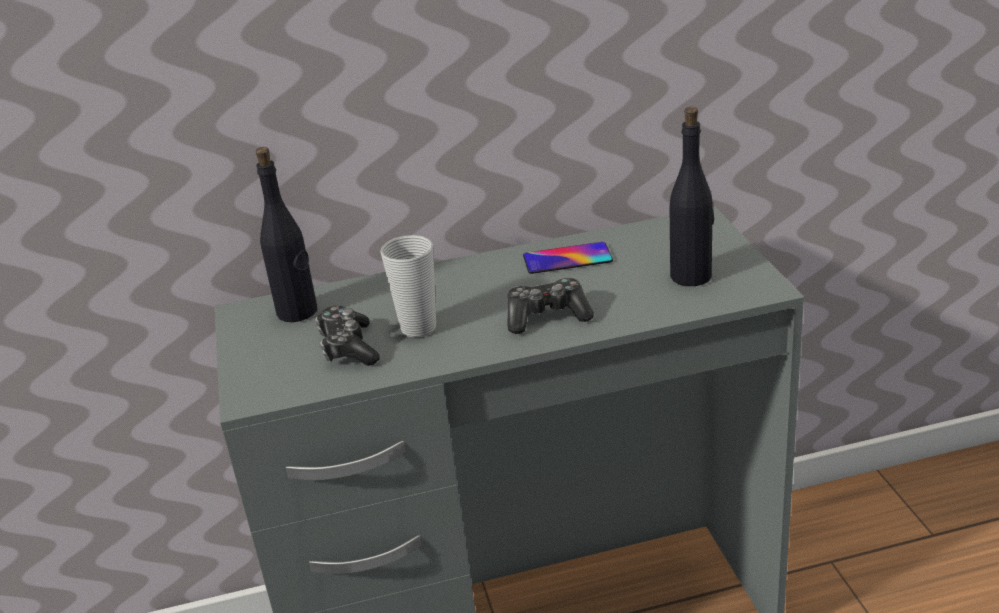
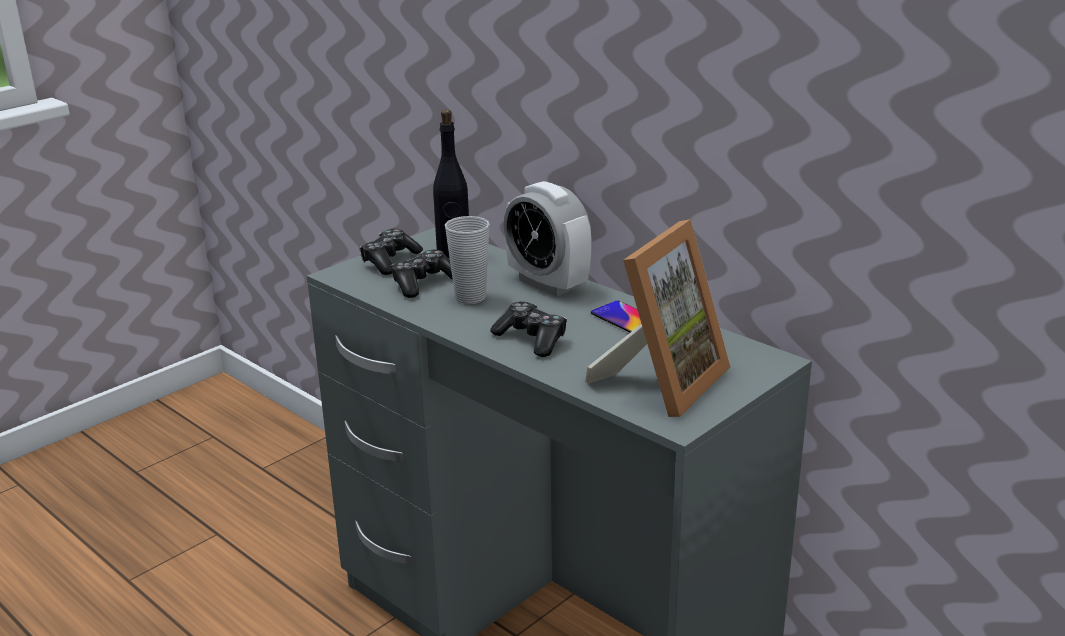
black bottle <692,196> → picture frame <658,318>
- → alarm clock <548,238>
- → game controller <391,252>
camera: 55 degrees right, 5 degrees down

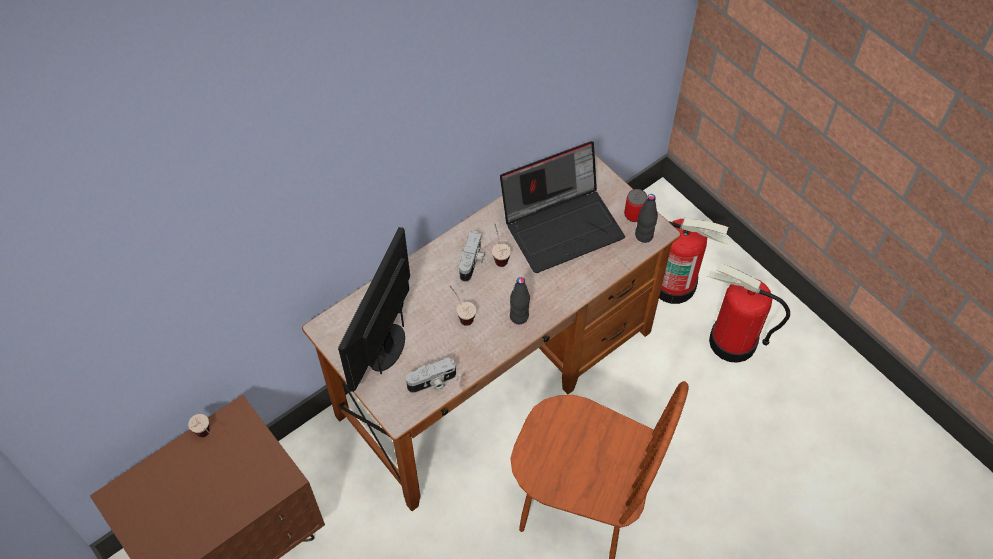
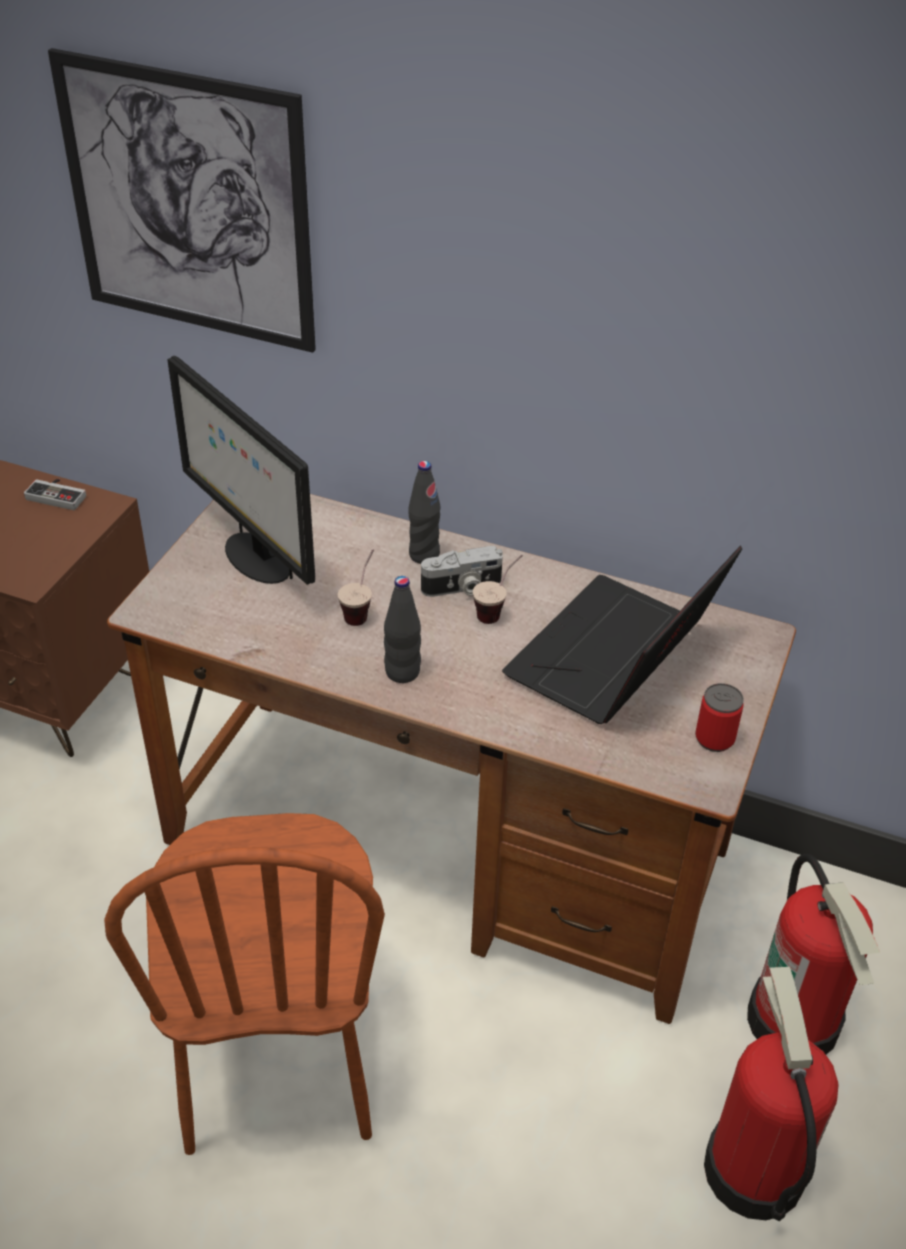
laptop <562,207> → laptop <622,634>, 90 degrees clockwise
black bottle <646,218> → black bottle <424,512>, shifted
monitor <374,309> → monitor <241,470>, 120 degrees counterclockwise
photo camera <431,375> → -
cup <200,425> → game controller <55,494>
- → picture <182,200>
camera: 60 degrees right, 15 degrees down

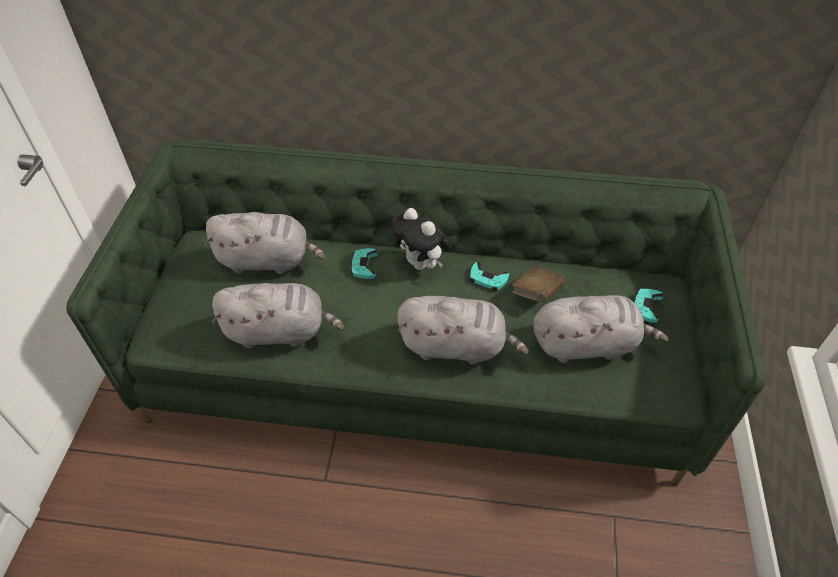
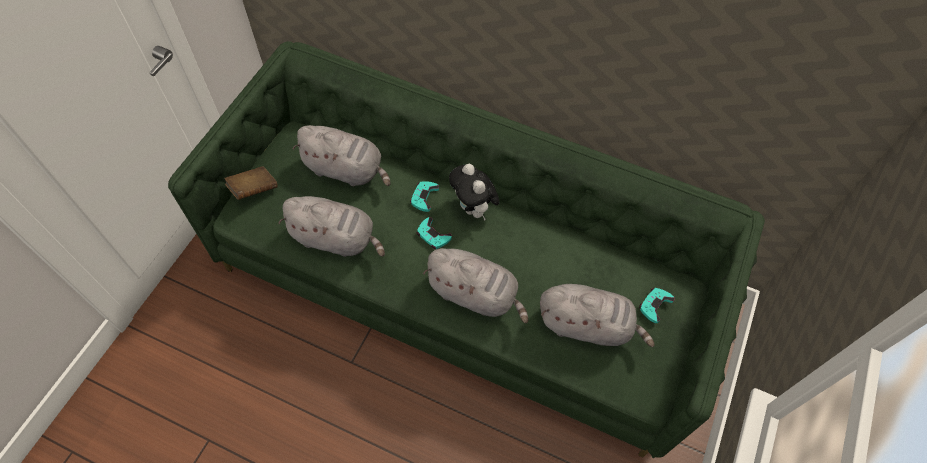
turquoise game controller <489,276> → turquoise game controller <434,233>, shifted
brown book <539,284> → brown book <251,183>, shifted
camera: 15 degrees right, 10 degrees up

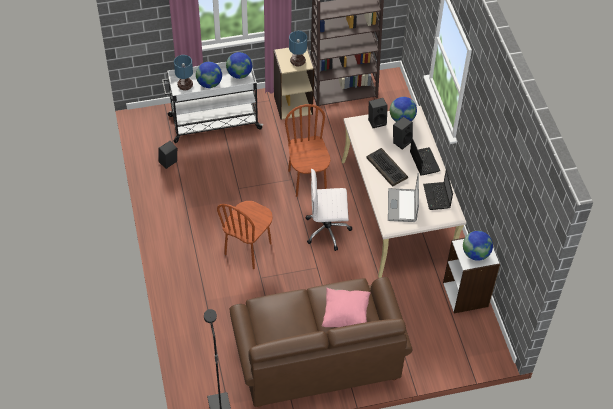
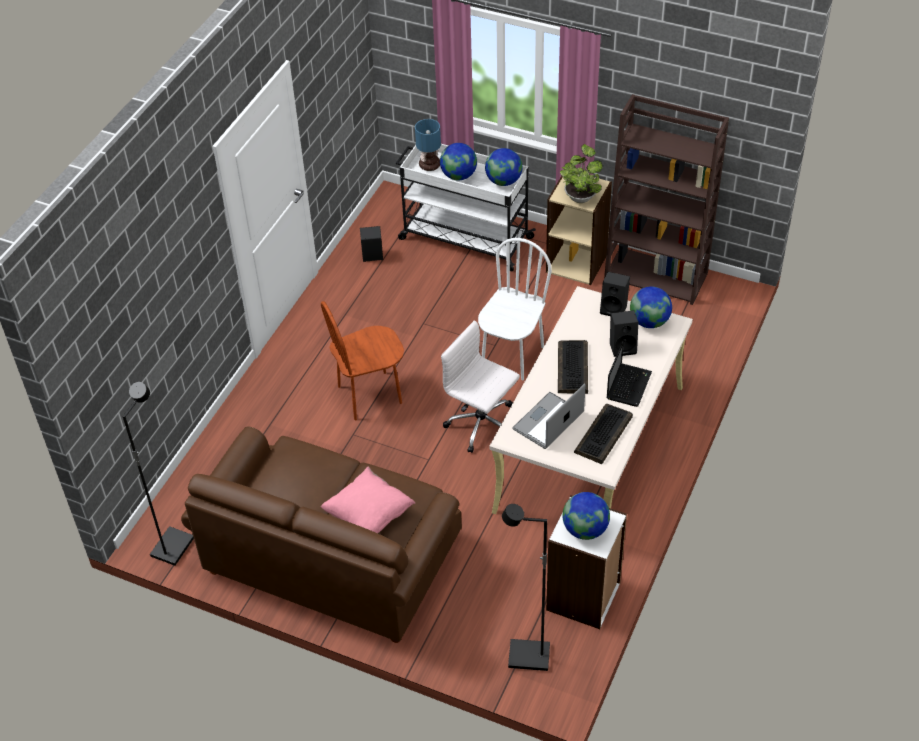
table lamp <298,48> → potted plant <581,173>
brown chair <308,150> → white chair <515,309>
laptop <438,189> → keyboard <603,434>
- → black floor lamp <526,587>
camera: 40 degrees right, 5 degrees down

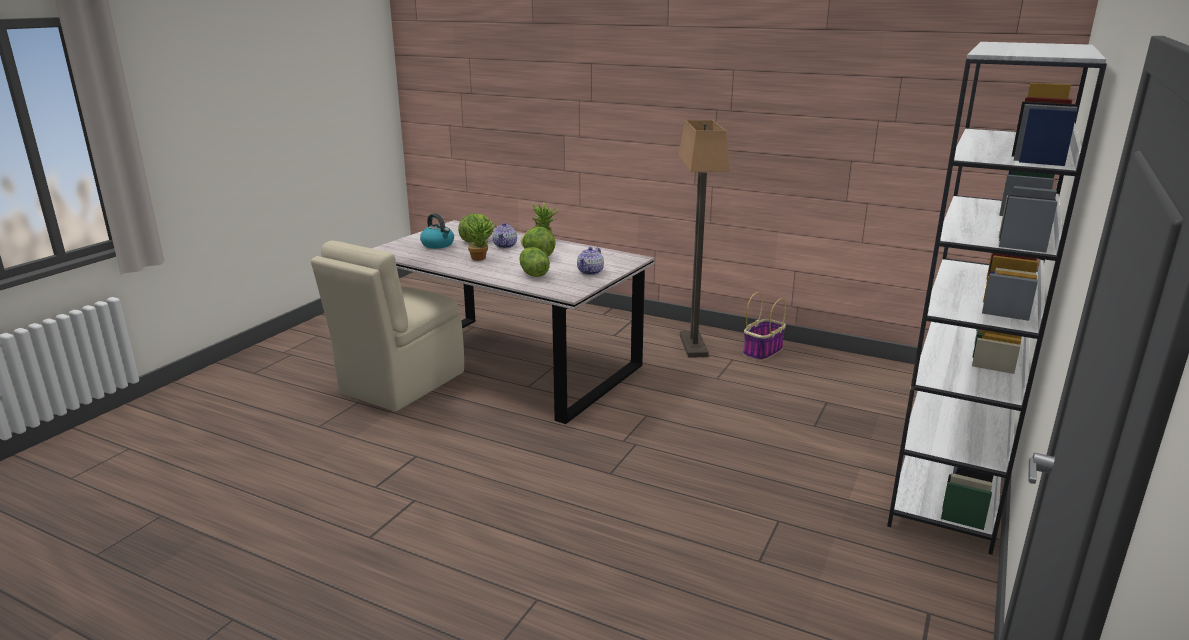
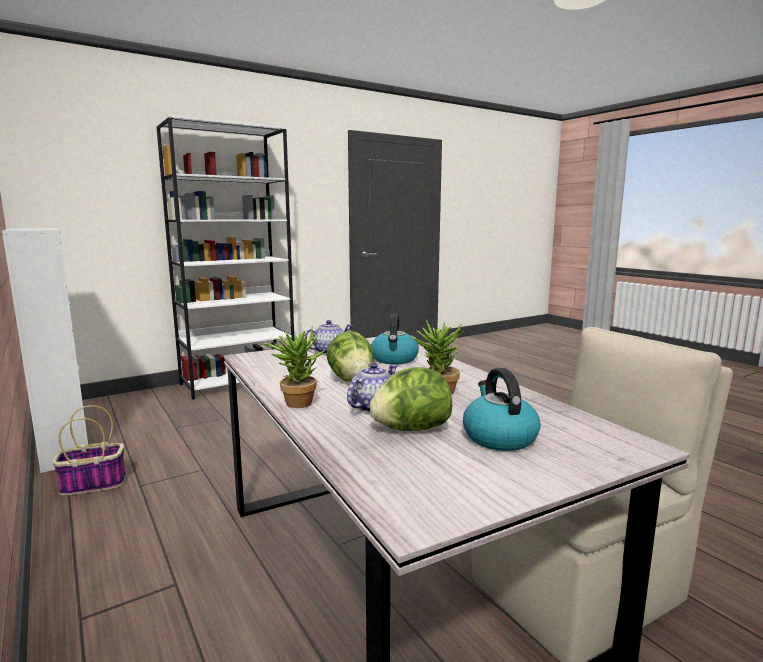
floor lamp <704,239> → -
lettuce <534,262> → kettle <395,339>
- → white cabinet <45,350>
camera: 150 degrees left, 10 degrees down

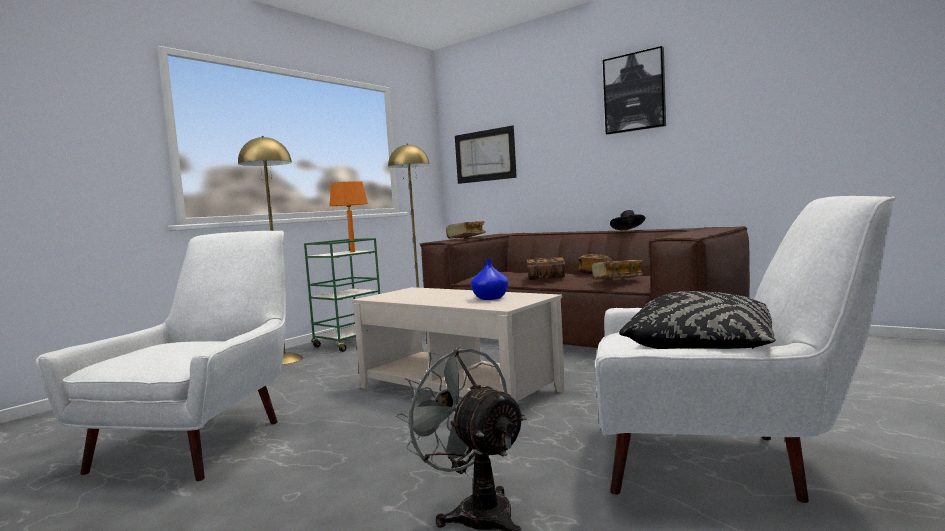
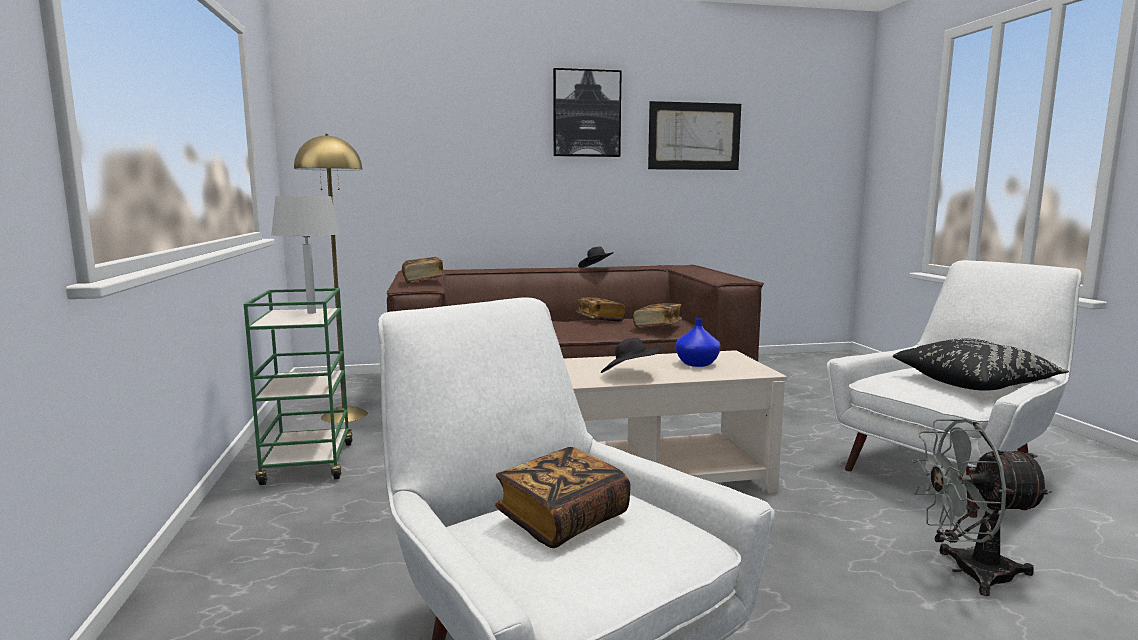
picture <486,155> → picture <694,135>, shifted
yellow floor lamp <270,250> → -
orange table lamp <348,216> → grey table lamp <305,255>
book <546,268> → book <563,497>, shifted
- → black hat <631,355>
camera: 50 degrees left, 5 degrees up

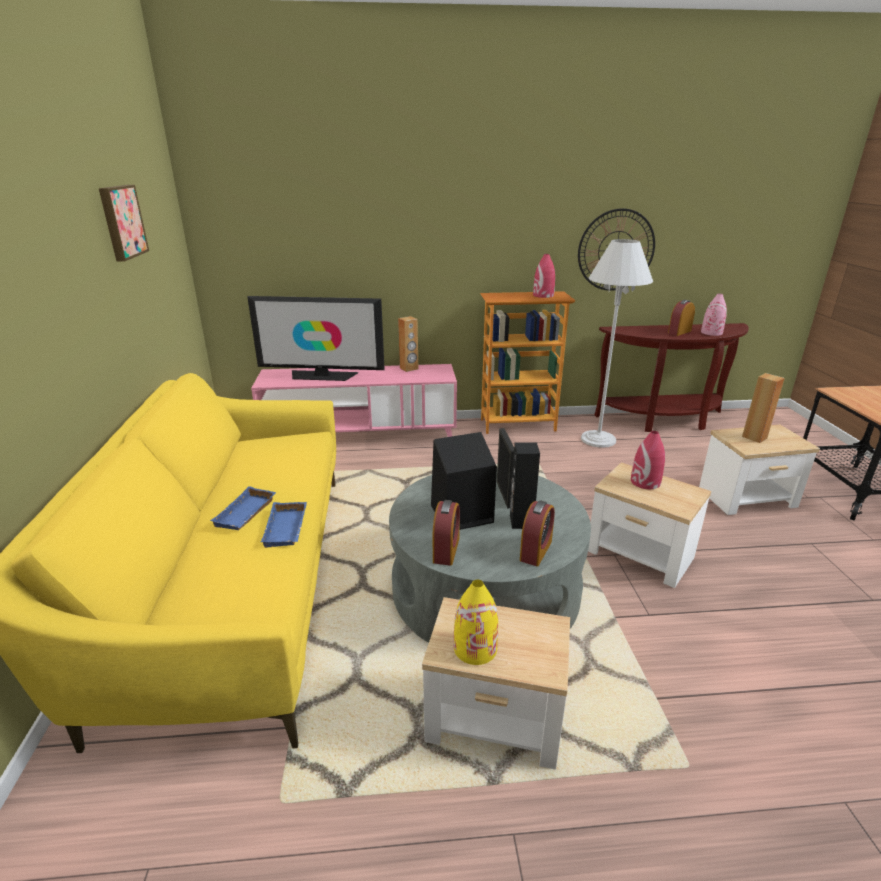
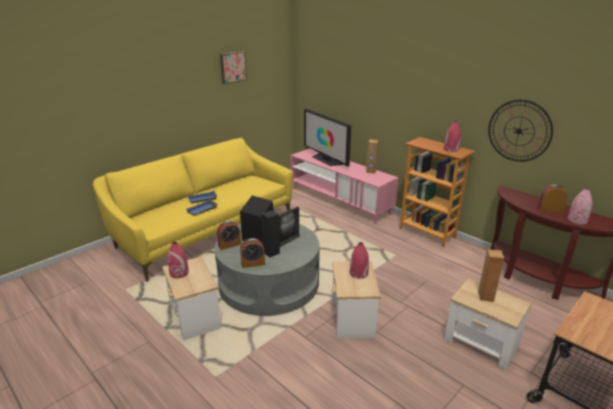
white floor lamp <617,343> → -
yellow vase <476,622> → red vase <178,260>
camera: 50 degrees right, 0 degrees up

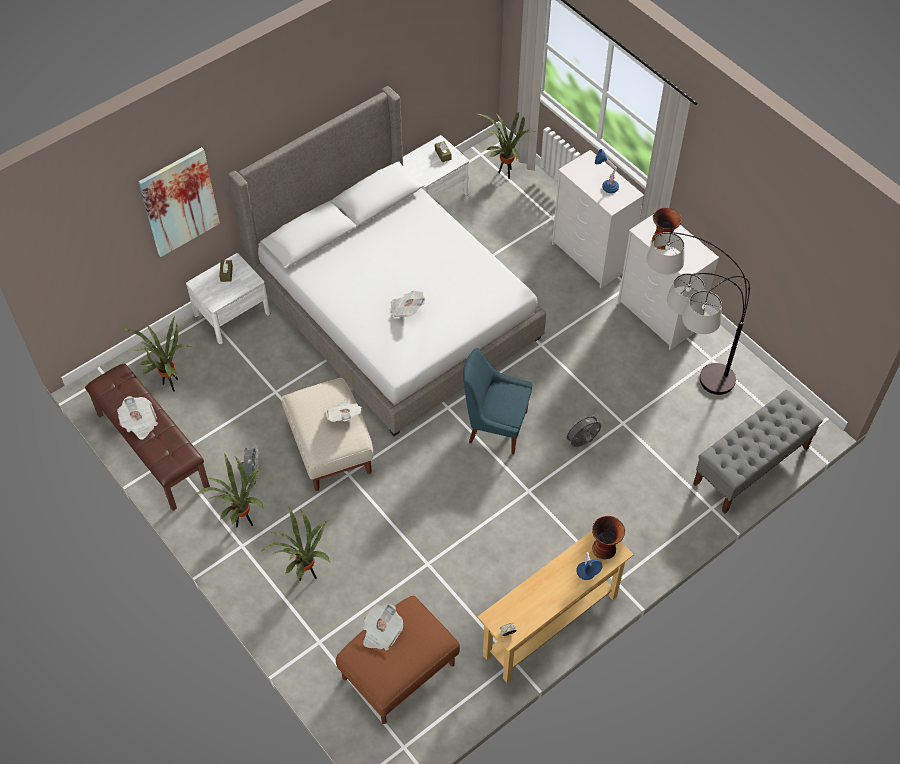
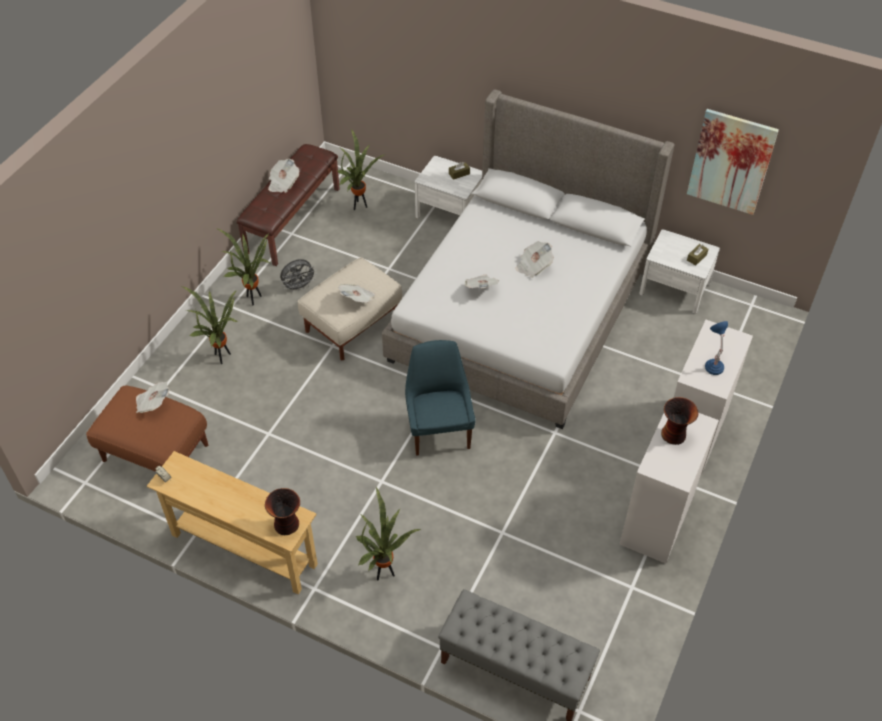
potted plant <506,145> → potted plant <389,534>, shifted
picture <179,202> → picture <733,162>, shifted
floor lamp <698,313> → -
grey fan <582,430> → -
blue table lamp <589,566> → -
- → newspaper <534,259>
camera: 65 degrees right, 5 degrees down

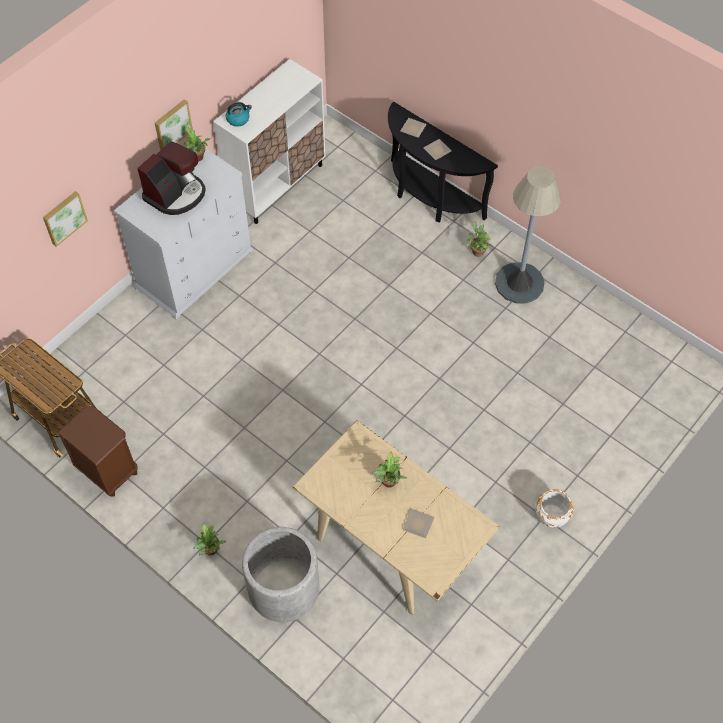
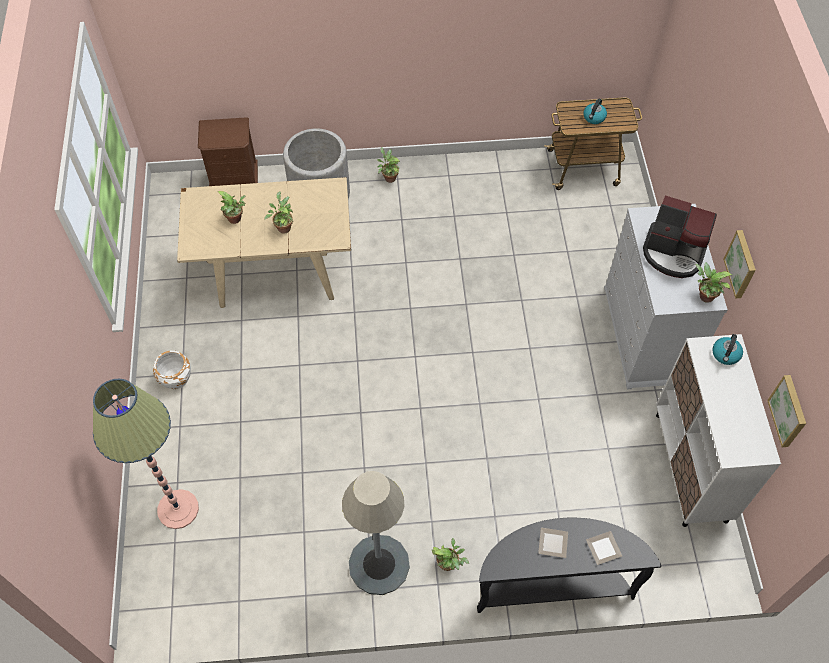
coffee machine <171,178> → coffee machine <680,236>, 60 degrees counterclockwise
picture <65,219> → picture <786,411>, shifted
brown nightstand <98,451> → brown nightstand <228,151>, shifted
plate <418,524> → potted plant <231,207>
- → kettle <595,111>
- → floor lamp <146,454>
camera: 135 degrees right, 0 degrees up

